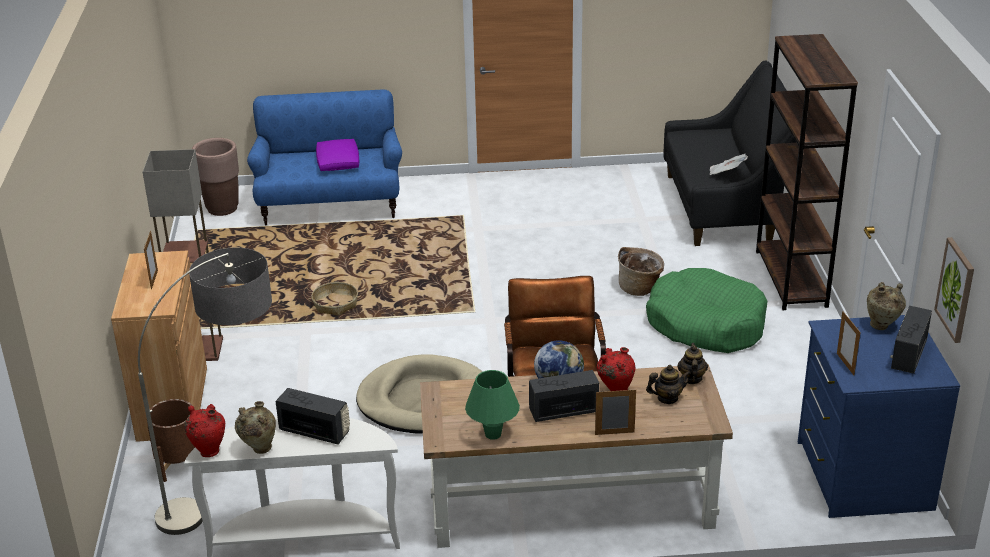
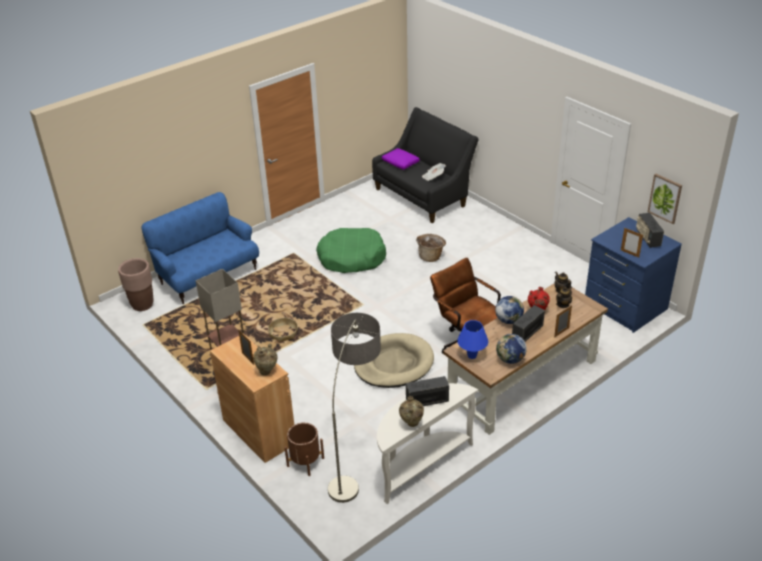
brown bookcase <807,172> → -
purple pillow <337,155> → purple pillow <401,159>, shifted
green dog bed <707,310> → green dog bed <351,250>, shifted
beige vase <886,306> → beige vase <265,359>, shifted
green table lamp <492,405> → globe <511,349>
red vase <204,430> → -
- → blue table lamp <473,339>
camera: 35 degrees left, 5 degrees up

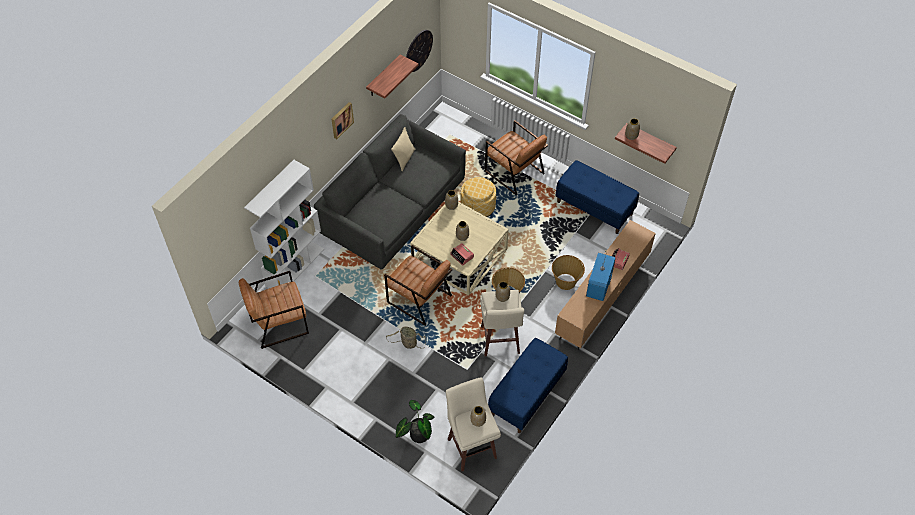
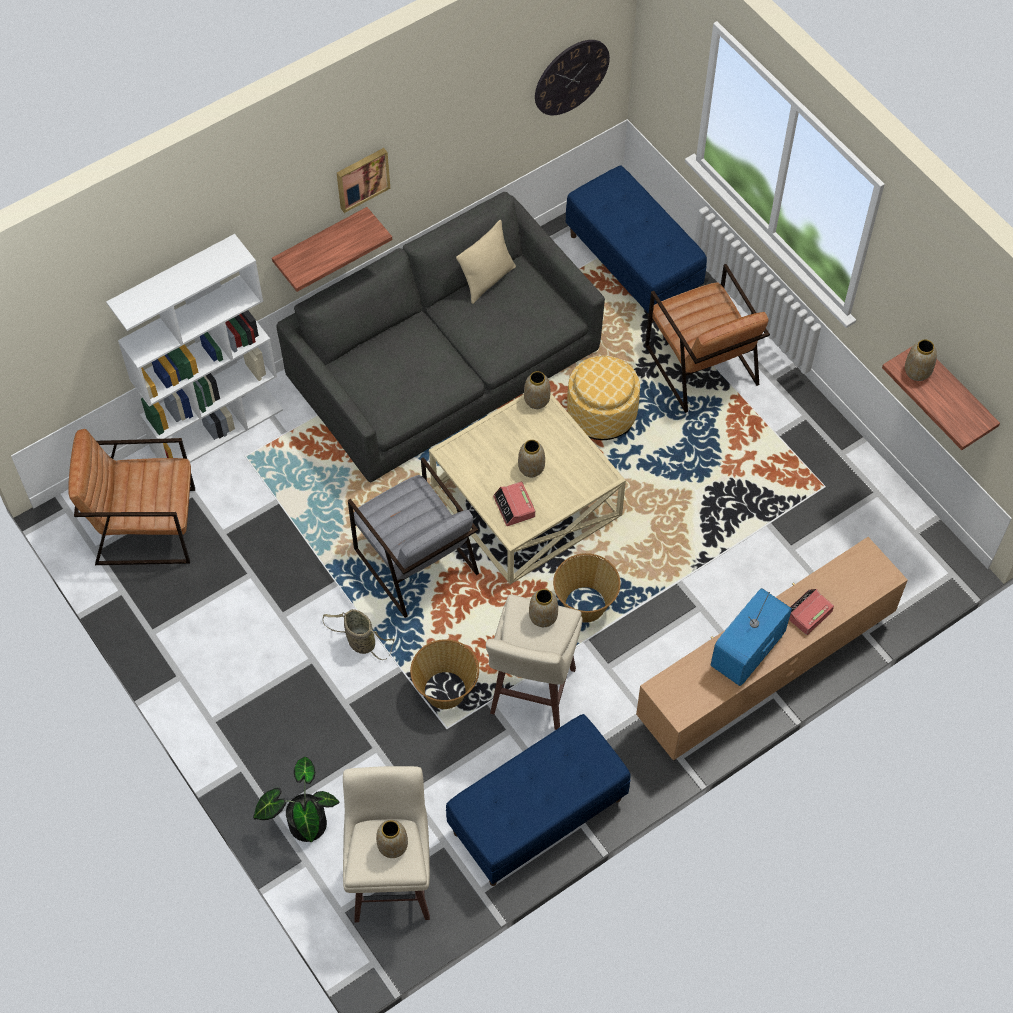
shelf <392,76> → shelf <332,249>, shifted
blue bench <597,197> → blue bench <636,243>, shifted
brown armchair <418,285> → grey armchair <413,537>
basket <568,272> → basket <444,674>, shifted
camera: 20 degrees right, 5 degrees up

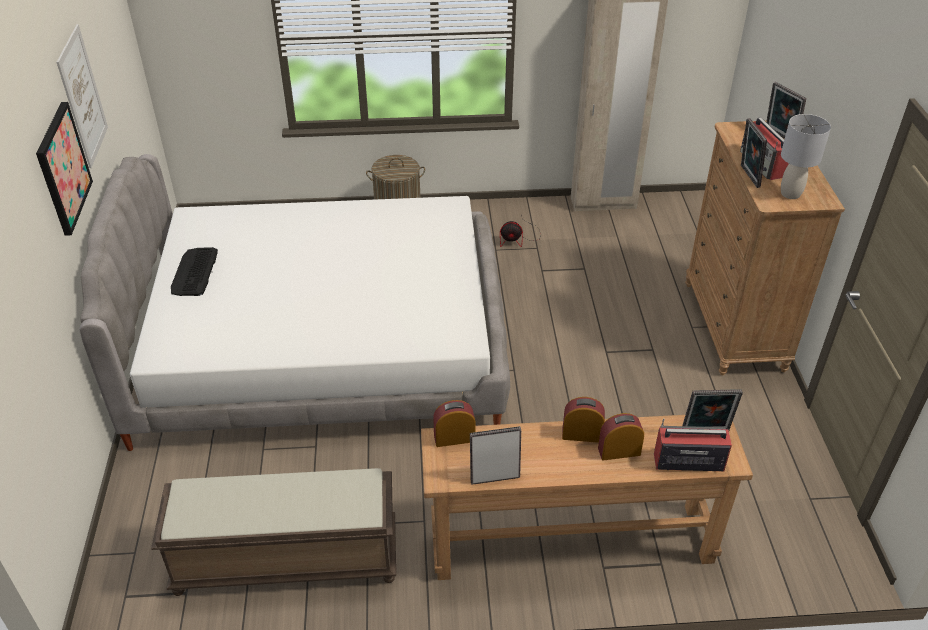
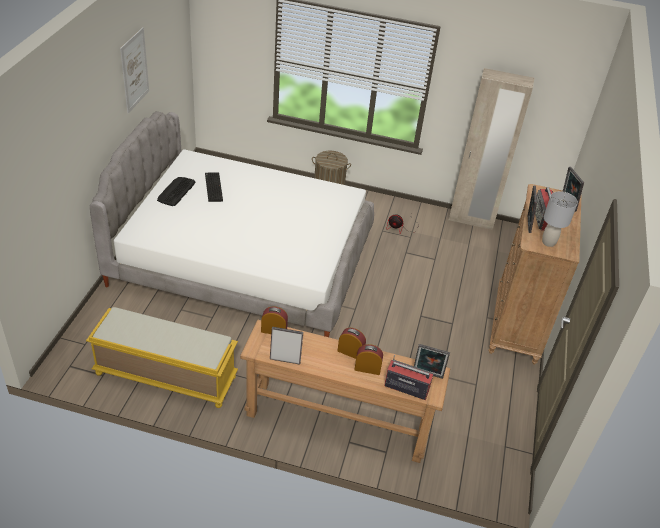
picture <64,169> → -
brown bench <273,532> → yellow bench <162,357>
- → keyboard <214,187>
camera: 15 degrees right, 0 degrees up

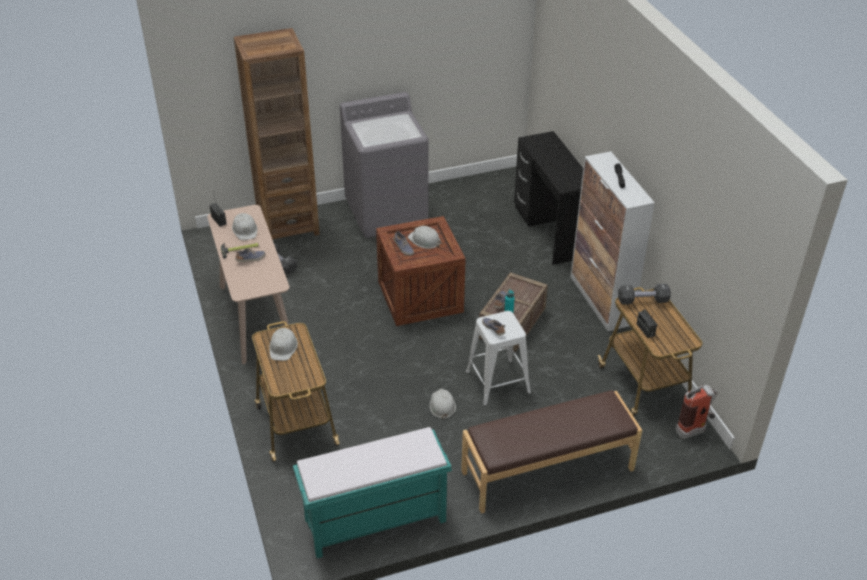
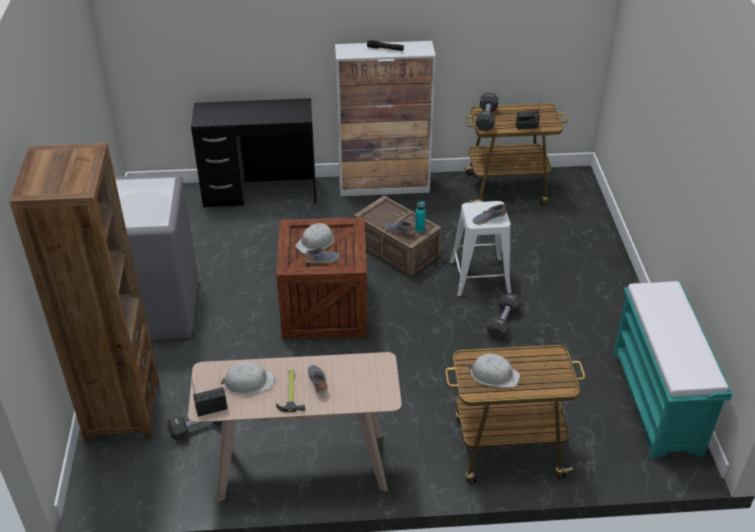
fire extinguisher <696,412> → -
white hard hat <443,404> → black dumbbell <504,316>
brown bench <551,452> → -
camera: 75 degrees left, 0 degrees up

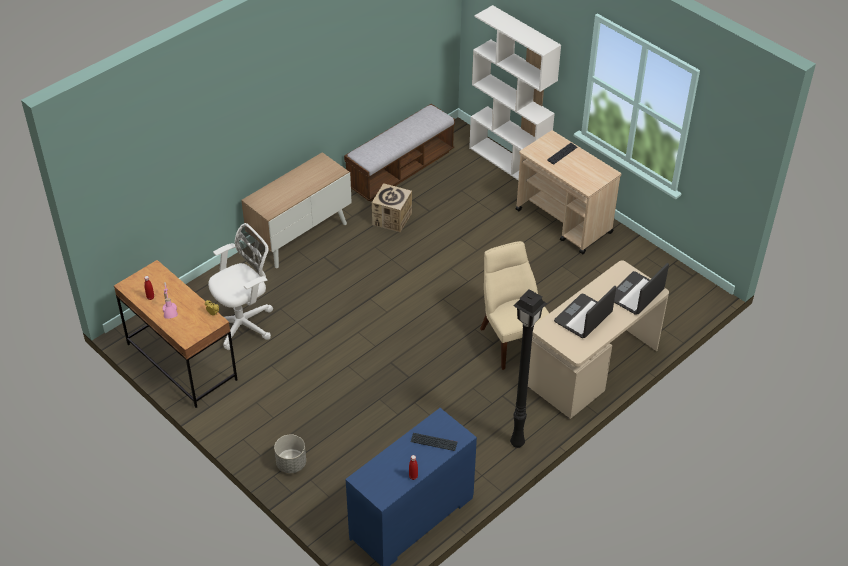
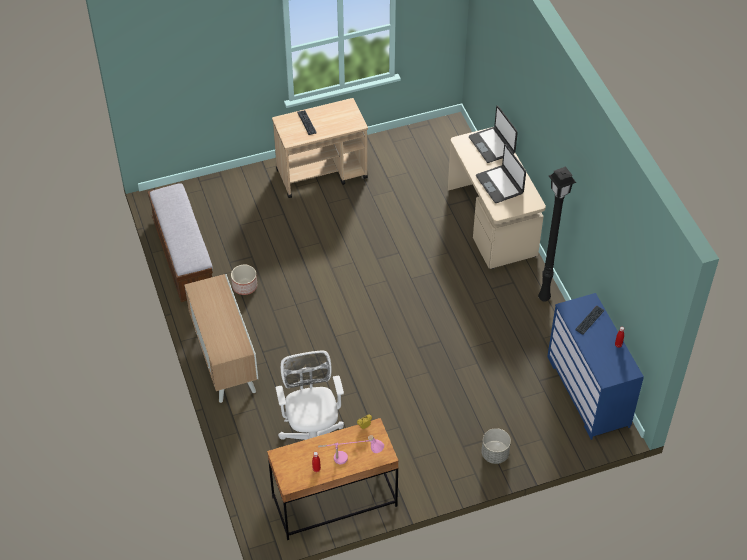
white bookcase <515,92> → -
cardboard box <392,207> → planter <244,280>
beige chair <514,305> → -
camera: 65 degrees left, 5 degrees up

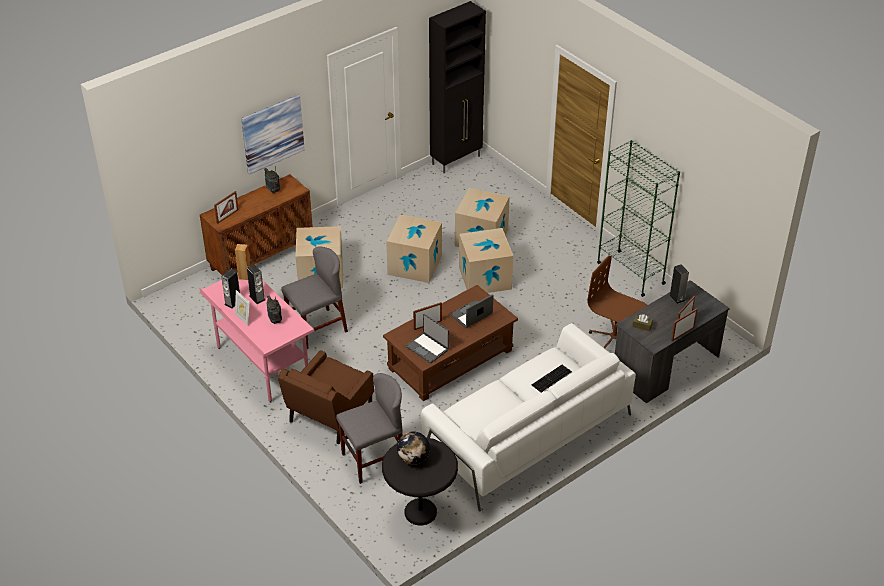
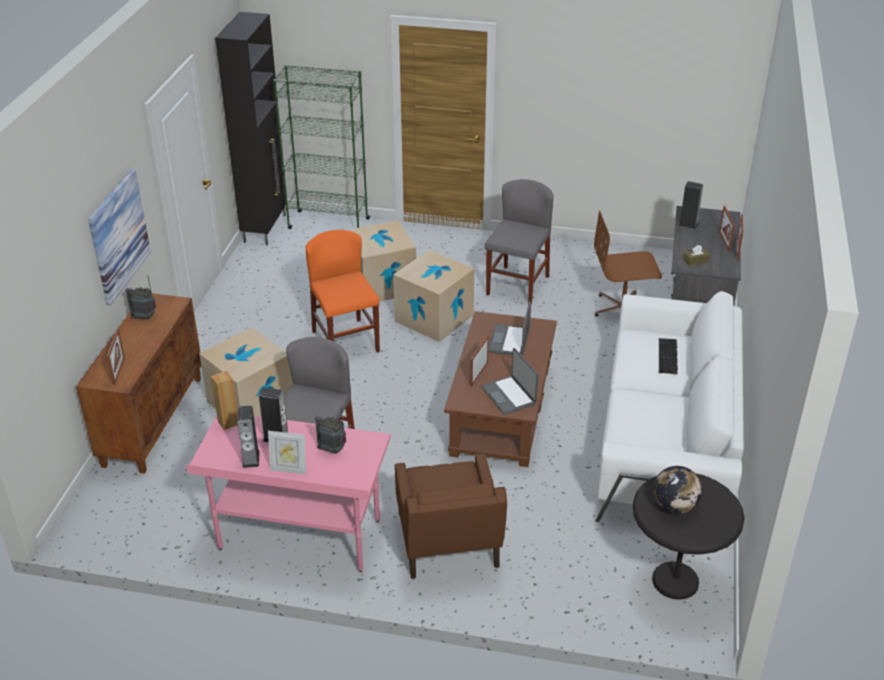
green bookcase <638,218> → green bookcase <321,147>, shifted
cardboard box <414,249> → orange chair <343,291>
laptop <427,338> → laptop <510,381>, 60 degrees clockwise
grey chair <369,428> → grey chair <519,242>, shifted
camera: 40 degrees left, 5 degrees down

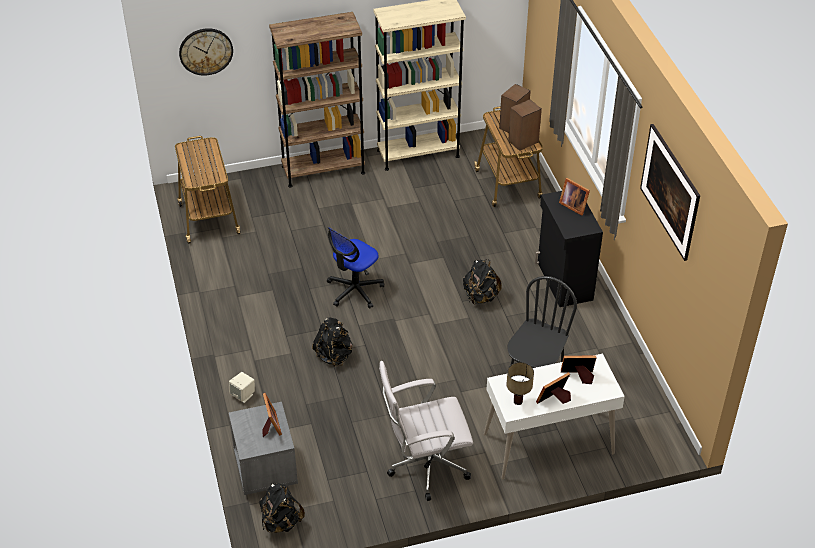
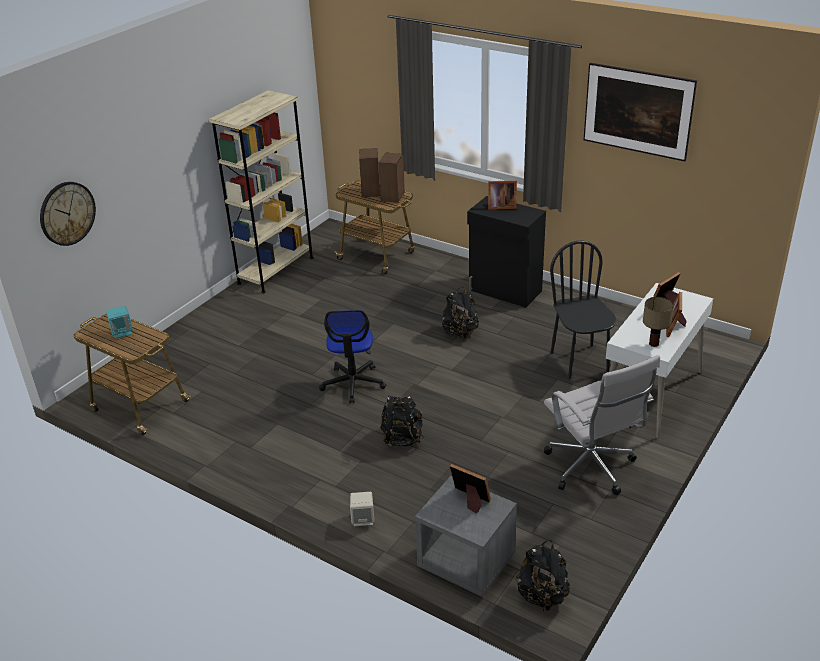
brown bookcase <317,99> → -
white office chair <426,431> → white office chair <602,425>, 60 degrees counterclockwise
- → turquoise speaker <119,322>
camera: 40 degrees left, 10 degrees down

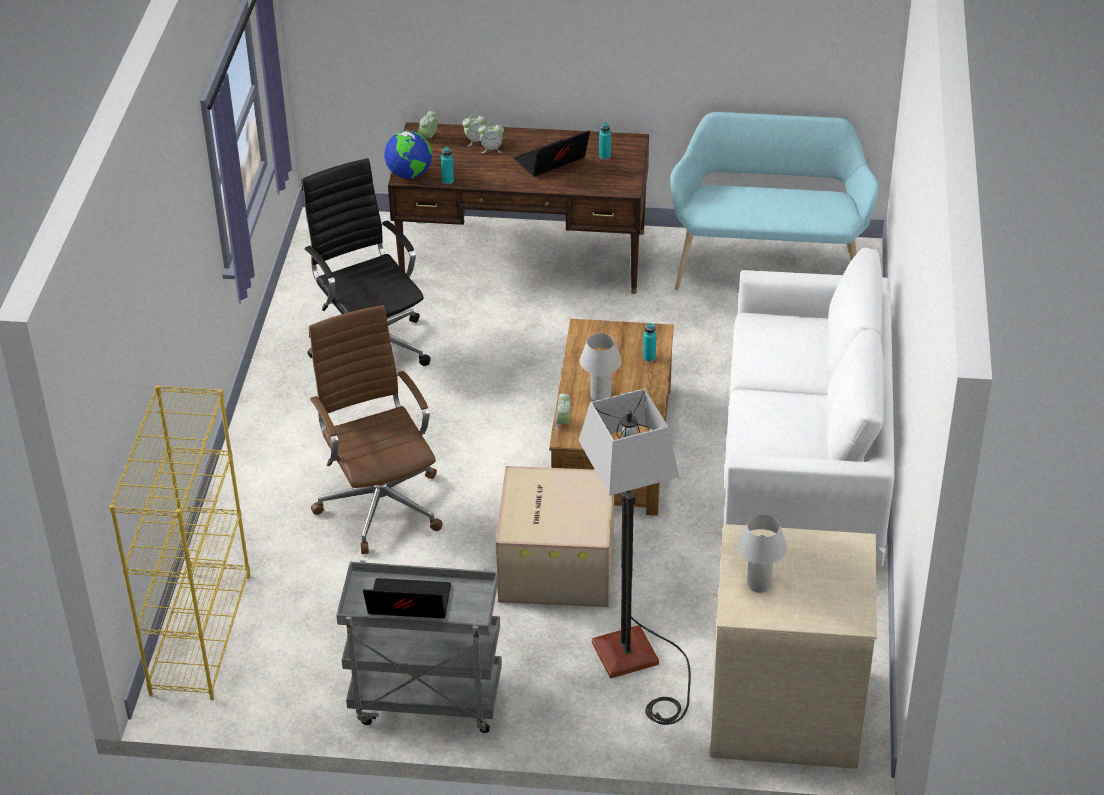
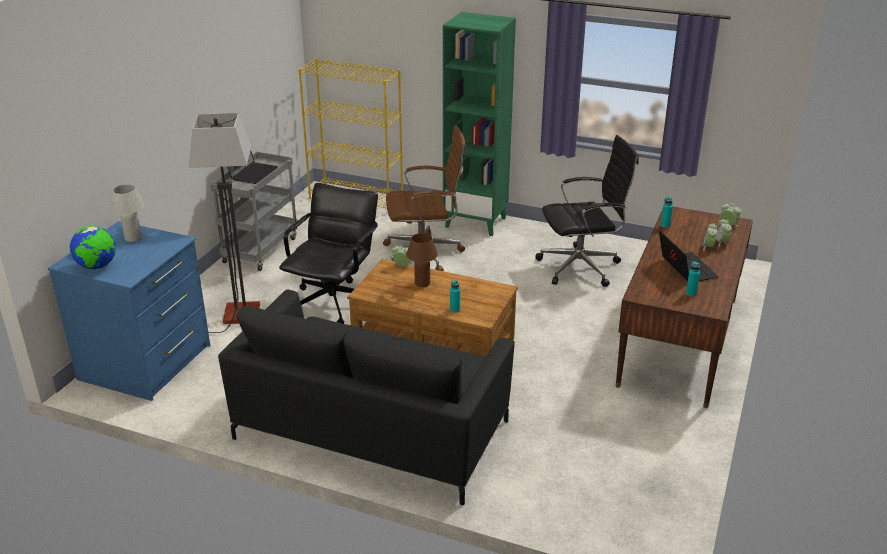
turquoise bench <774,201> → -
globe <408,155> → globe <92,247>, shifted
white sofa <809,407> → black sofa <366,397>
white table lamp <601,367> → brown table lamp <422,260>
cardboard box <555,536> → black office chair <328,253>
beige dresser <793,646> → blue dresser <129,311>
- → green bookcase <479,124>
camera: 105 degrees right, 10 degrees down

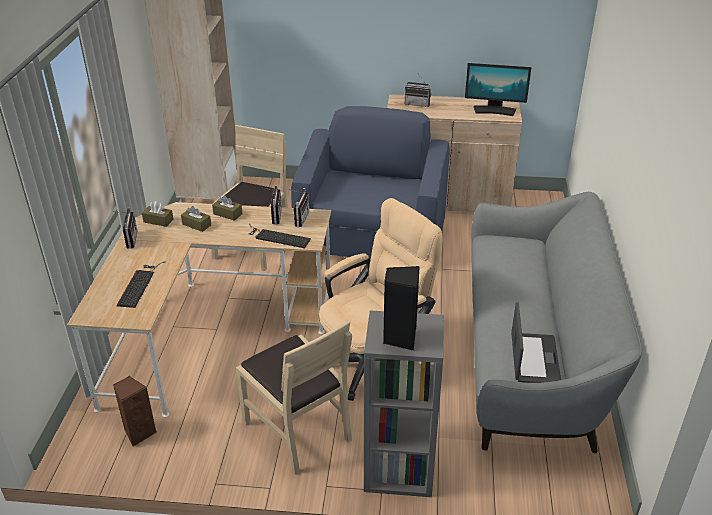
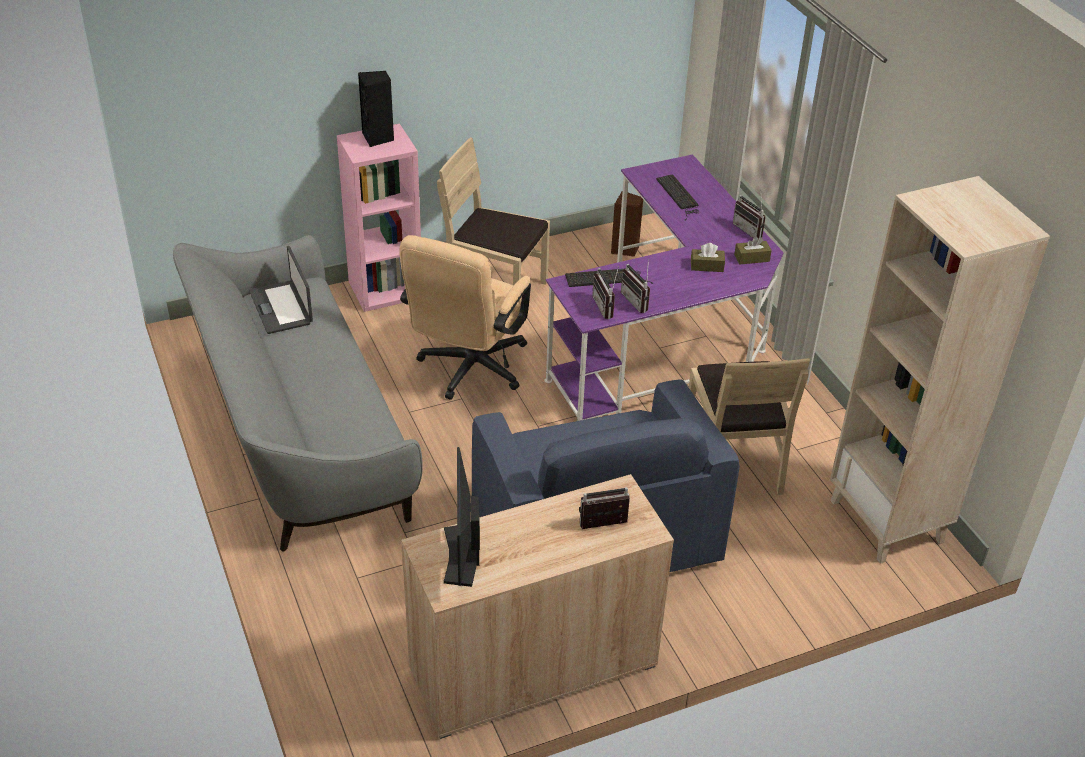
monitor <498,89> → monitor <462,517>, 75 degrees counterclockwise
brown tissue box <227,208> → -
beige desk <199,310> → purple desk <664,287>
grey bookcase <404,403> → pink bookcase <379,218>
camera: 150 degrees right, 5 degrees up

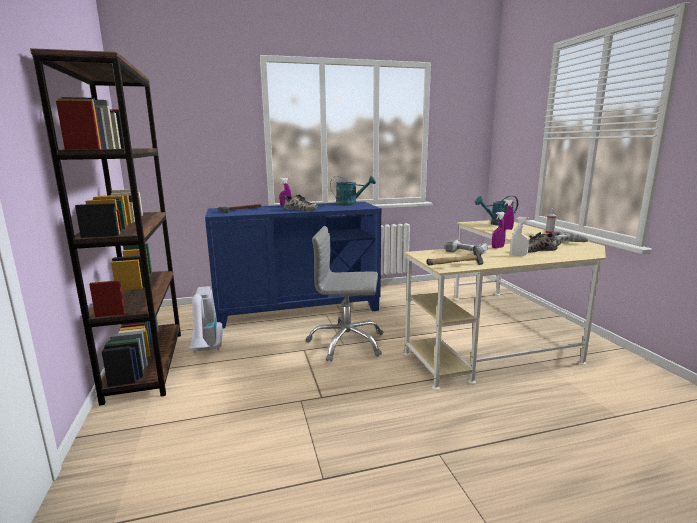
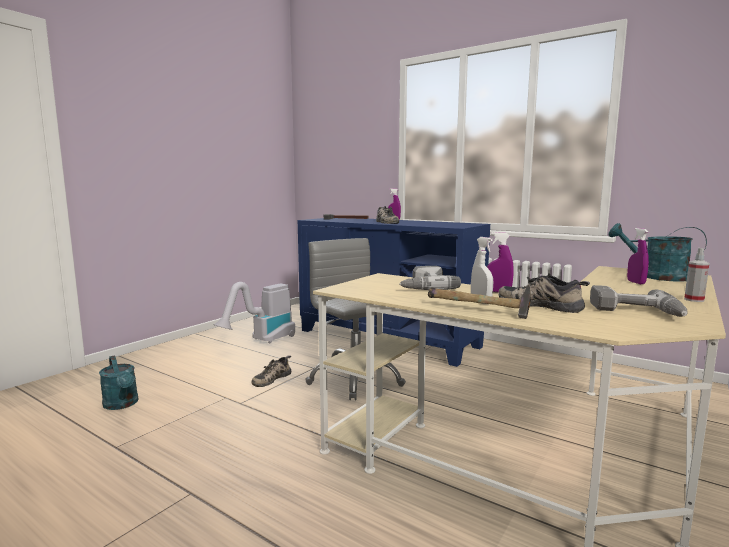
brown bookcase <105,227> → -
turquoise watering can <353,191> → turquoise watering can <118,382>, shifted
hammer <455,256> → hammer <479,301>, shifted
- → shoe <271,371>
camera: 50 degrees right, 5 degrees down

